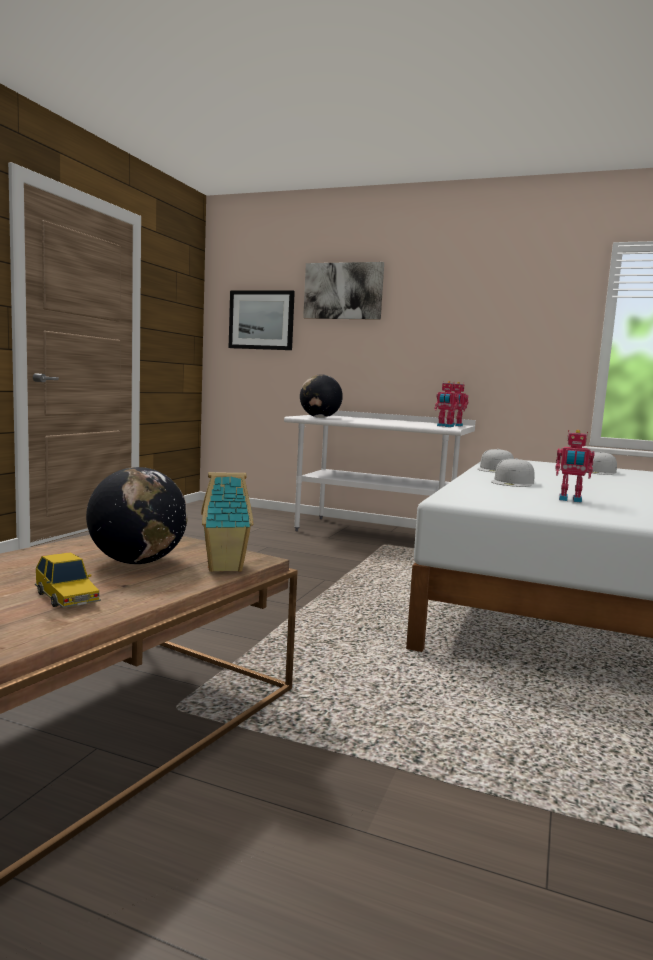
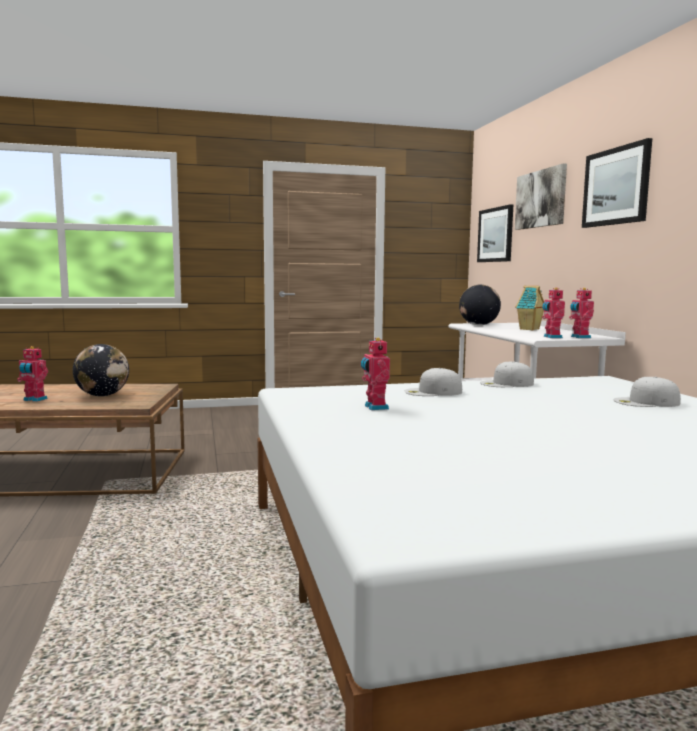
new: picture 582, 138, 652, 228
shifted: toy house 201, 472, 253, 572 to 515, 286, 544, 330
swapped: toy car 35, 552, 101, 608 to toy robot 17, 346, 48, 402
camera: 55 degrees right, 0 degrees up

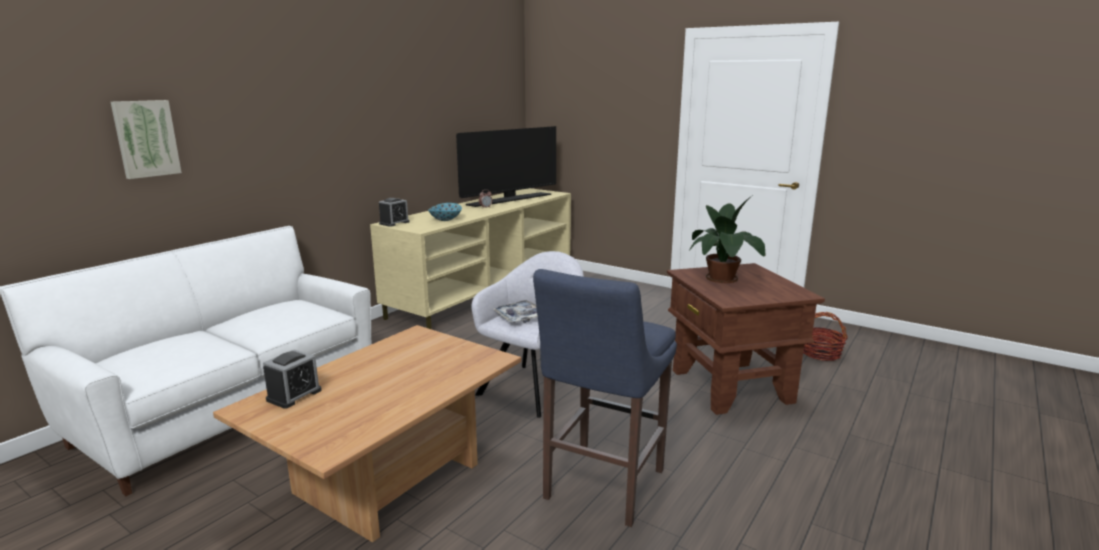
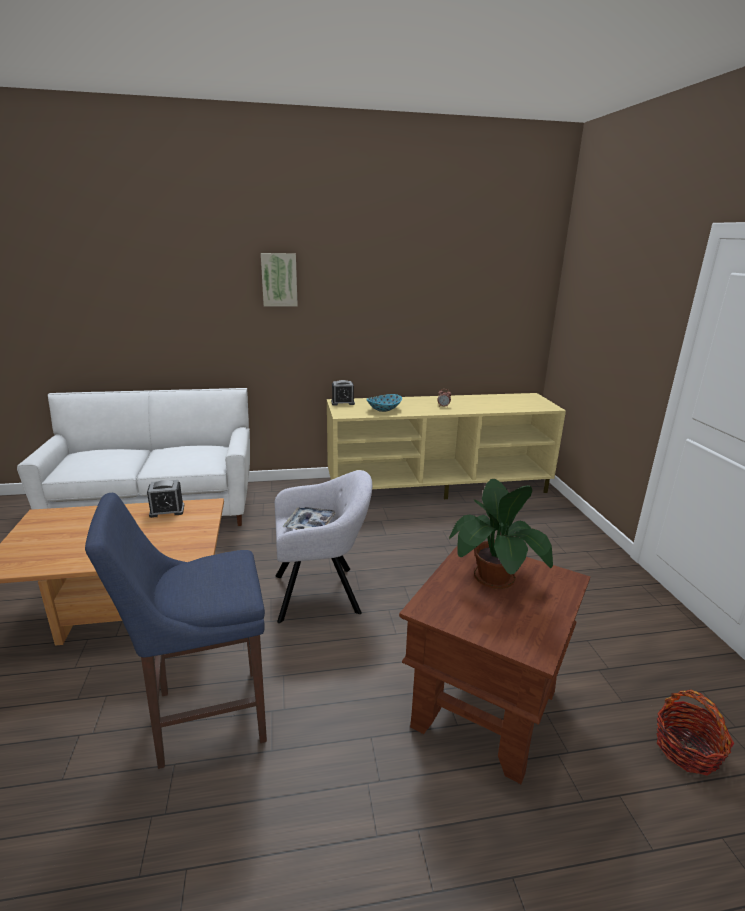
gone: television 456, 126, 556, 207
shifted: picture 111, 100, 182, 179 to 261, 253, 298, 306; alarm clock 263, 349, 322, 409 to 147, 480, 184, 518
camera: 45 degrees right, 5 degrees up

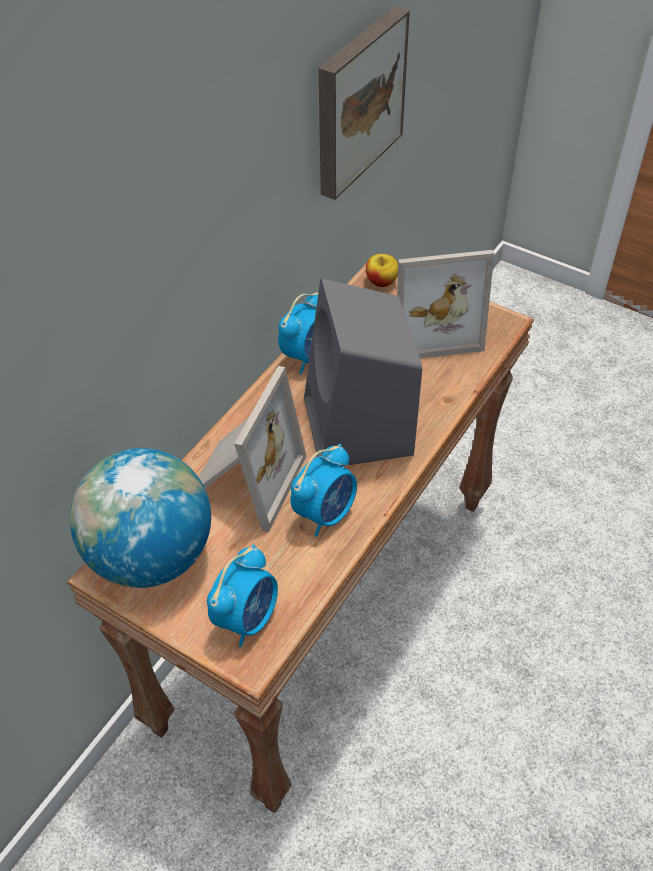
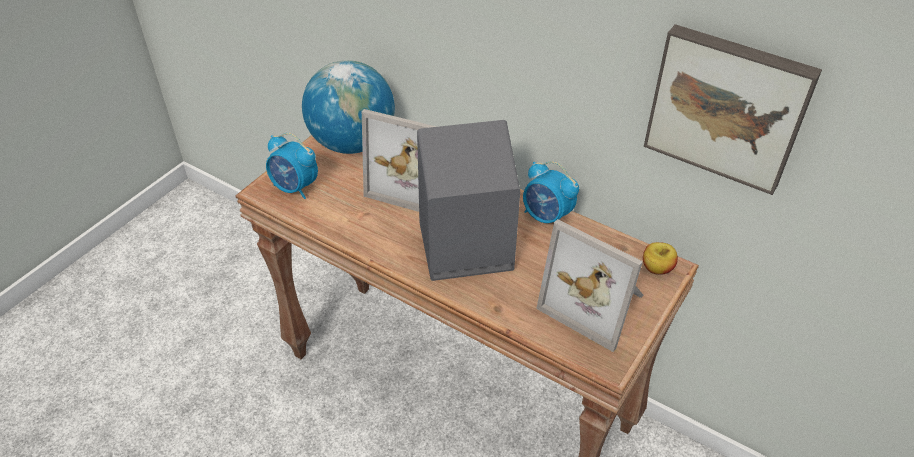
gone: alarm clock 291, 444, 357, 537
rotated: picture frame 397, 250, 494, 358 = 536, 219, 643, 352 45 degrees counterclockwise
camera: 90 degrees right, 5 degrees down

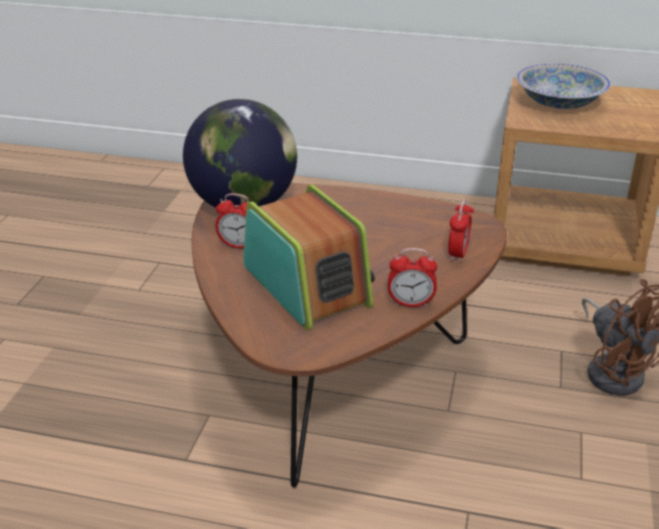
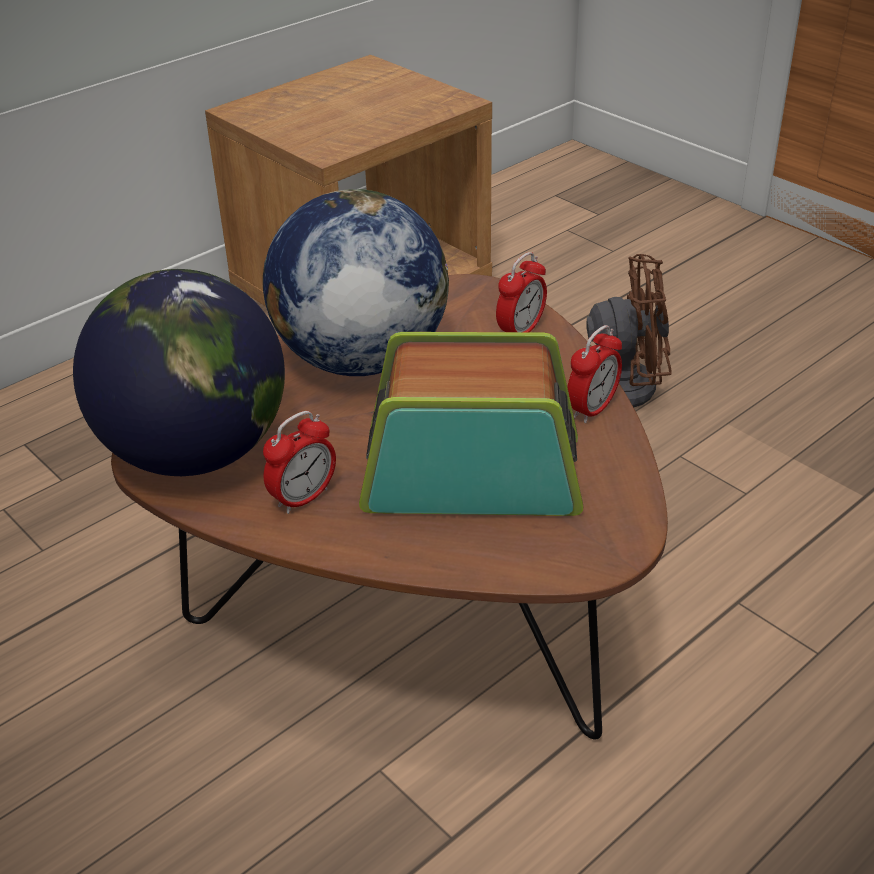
gone: bowl 516, 64, 611, 109
new: globe 263, 189, 449, 376
rotated: alarm clock 448, 199, 474, 263 = 496, 252, 547, 332 75 degrees clockwise
camera: 55 degrees left, 5 degrees up

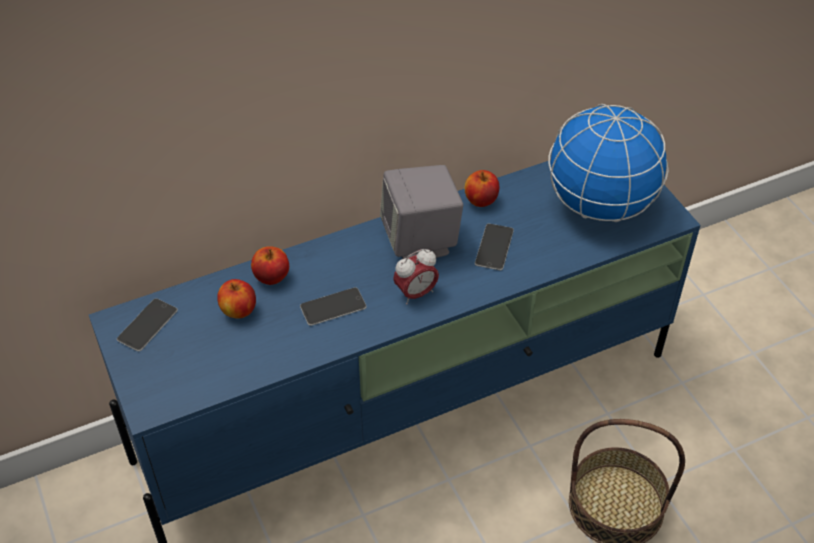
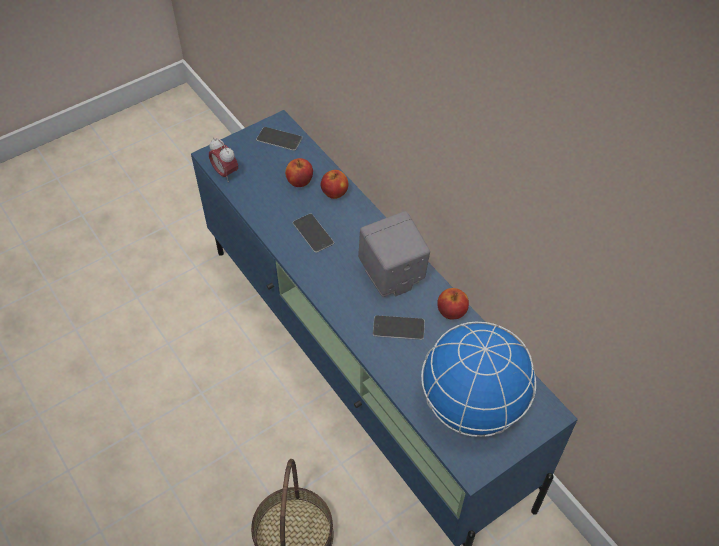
shifted: alarm clock 393, 249, 439, 305 to 209, 138, 238, 182
camera: 80 degrees right, 5 degrees up

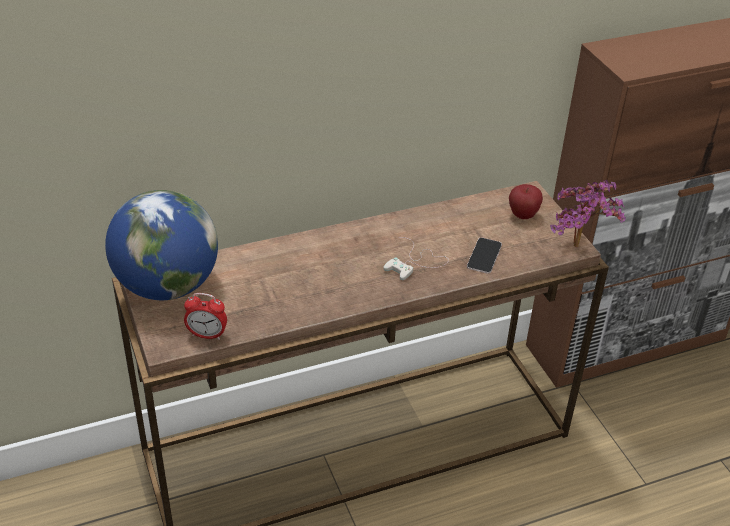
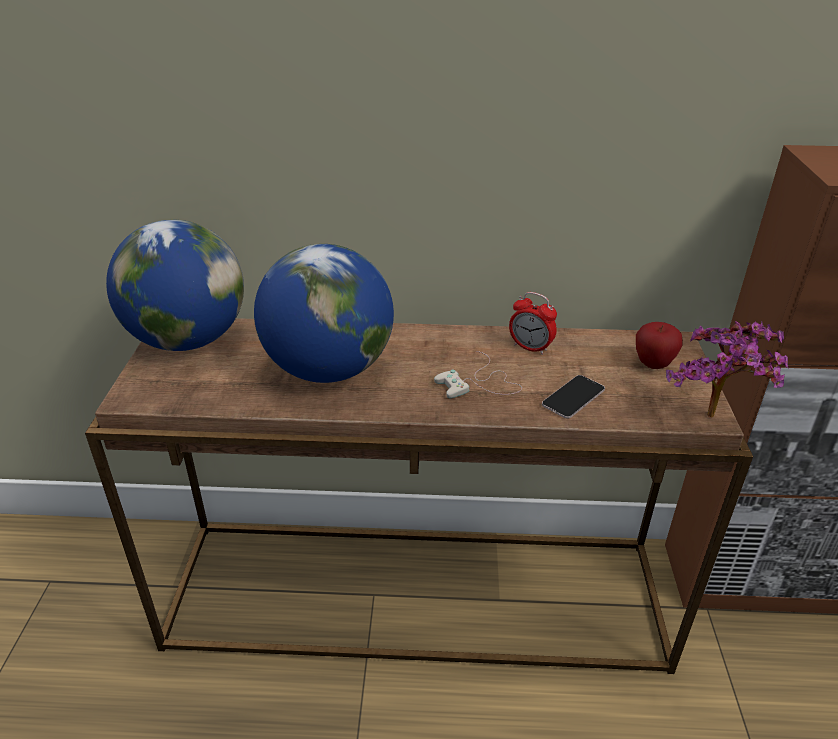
new: globe 254, 244, 394, 383
shifted: alarm clock 184, 293, 227, 340 to 509, 292, 557, 355
camera: 25 degrees right, 5 degrees down

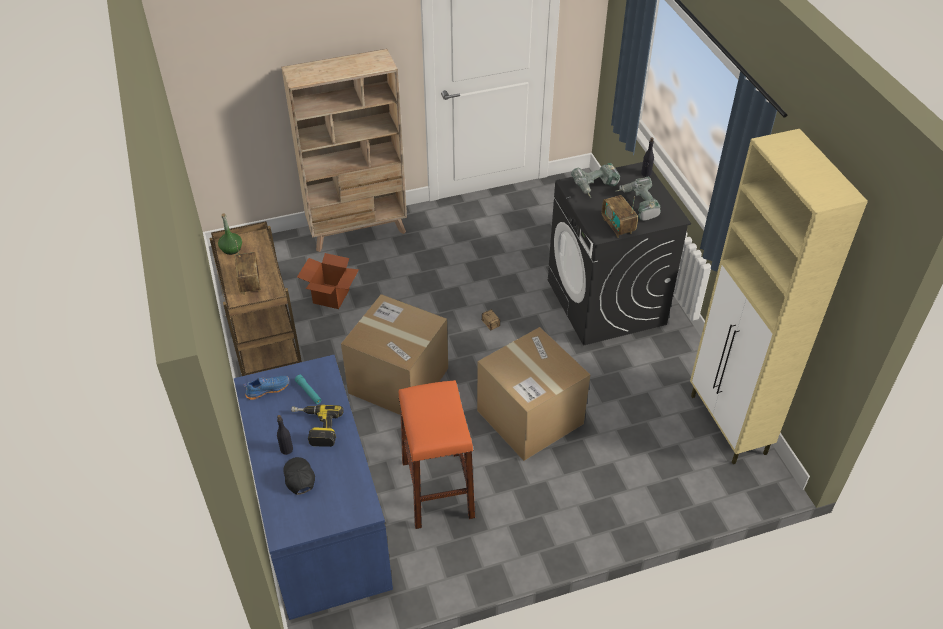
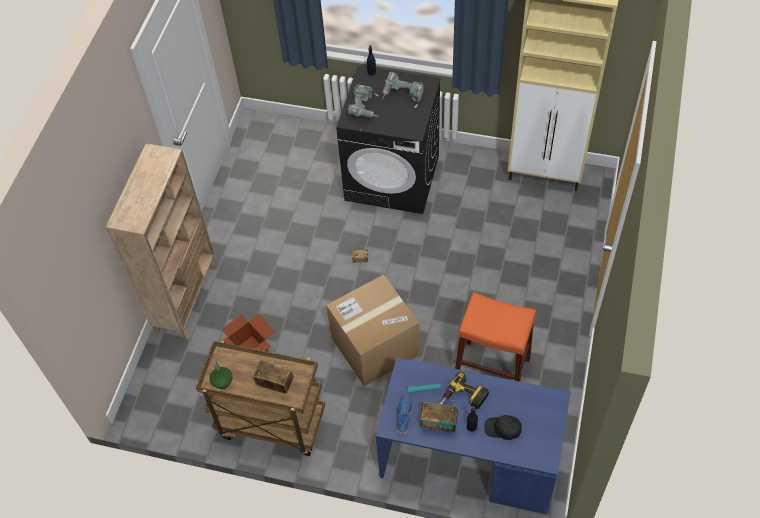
gone: cardboard box 477, 327, 590, 461
shifted: radio 602, 195, 638, 238 to 420, 400, 458, 433
camera: 55 degrees left, 10 degrees up

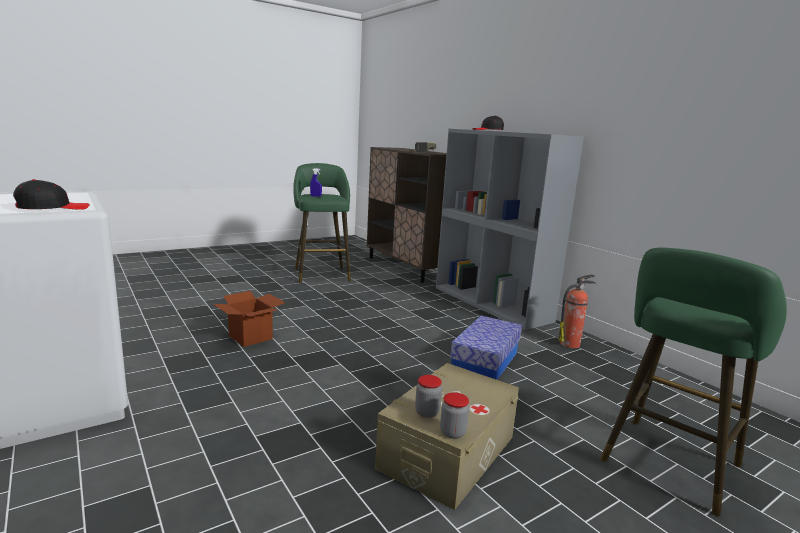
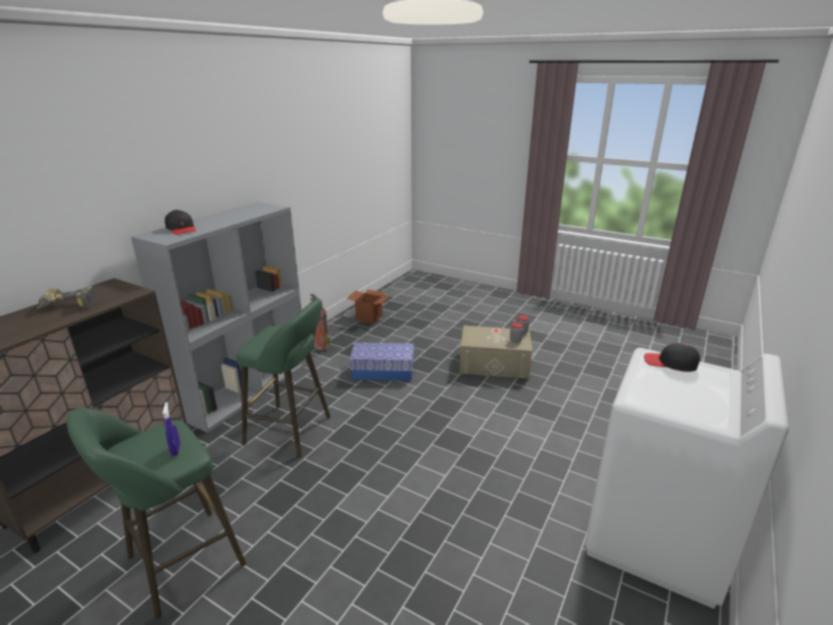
shifted: green stool 600, 248, 787, 516 to 236, 298, 330, 458; cardboard box 213, 291, 286, 347 to 346, 290, 390, 324
camera: 115 degrees left, 10 degrees up

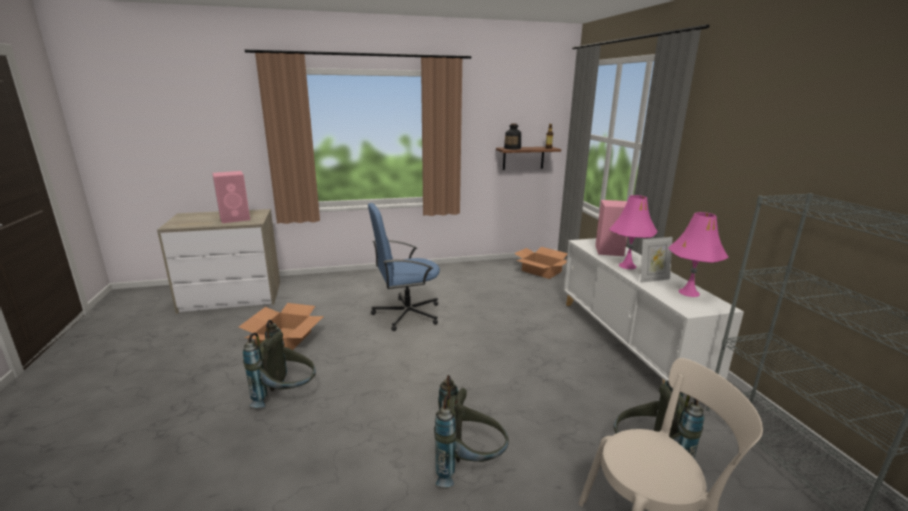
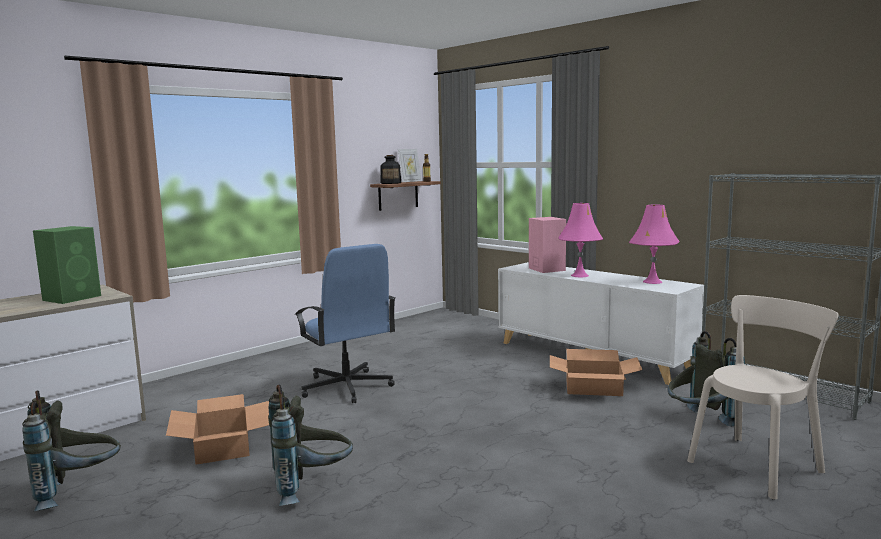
shifted: picture frame 641, 237, 673, 283 to 398, 149, 421, 182; cardboard box 514, 247, 567, 279 to 550, 349, 642, 396; grey backpack 434, 375, 509, 487 to 22, 390, 121, 511
repainted: pink speaker 212, 171, 250, 223 to green speaker 33, 226, 101, 304
rotated: blue office chair 368, 203, 440, 331 = 295, 244, 395, 403 75 degrees counterclockwise
camera: 30 degrees left, 10 degrees down

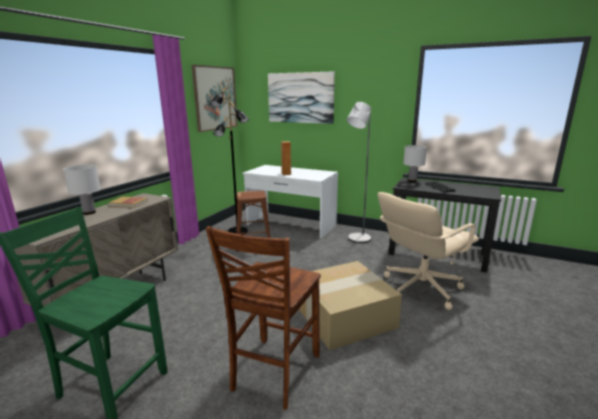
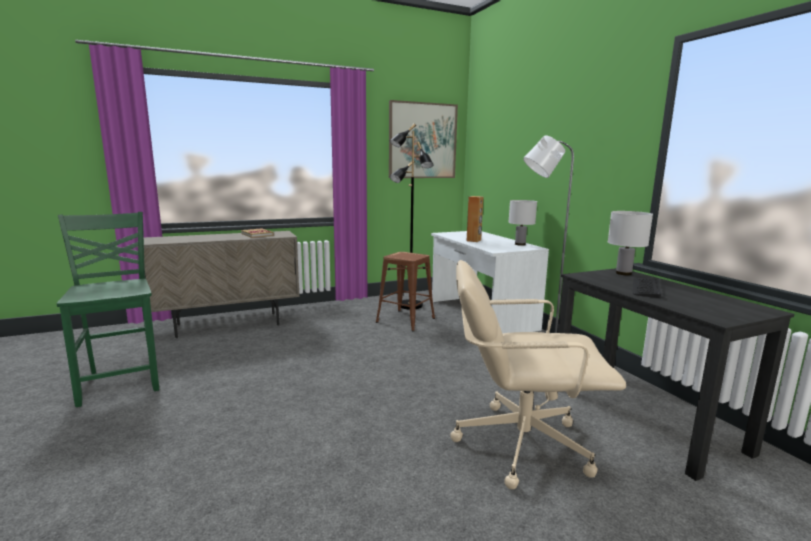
gone: picture 268, 71, 335, 124; brown chair 205, 226, 321, 410; cardboard box 299, 261, 402, 350
shifted: white table lamp 63, 165, 101, 215 to 508, 200, 537, 246
camera: 40 degrees right, 5 degrees down

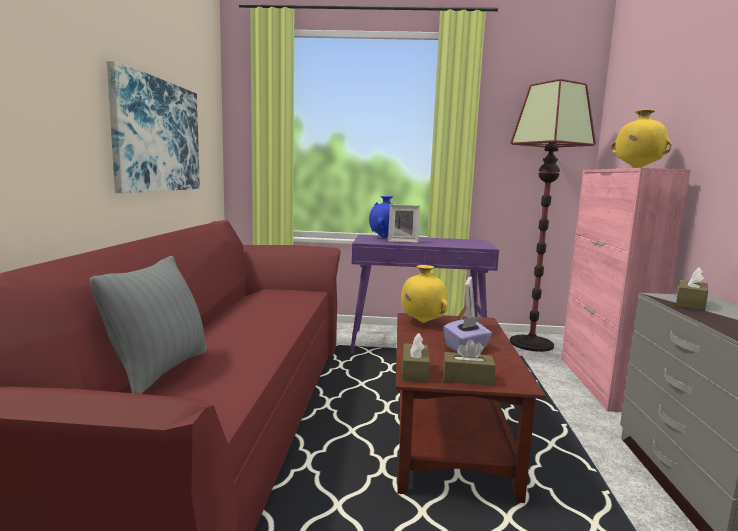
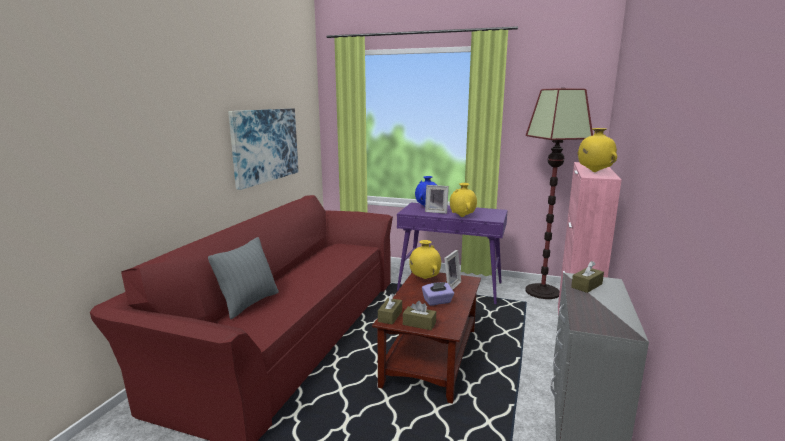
new: yellow vase 450, 183, 477, 217
camera: 15 degrees right, 5 degrees up

